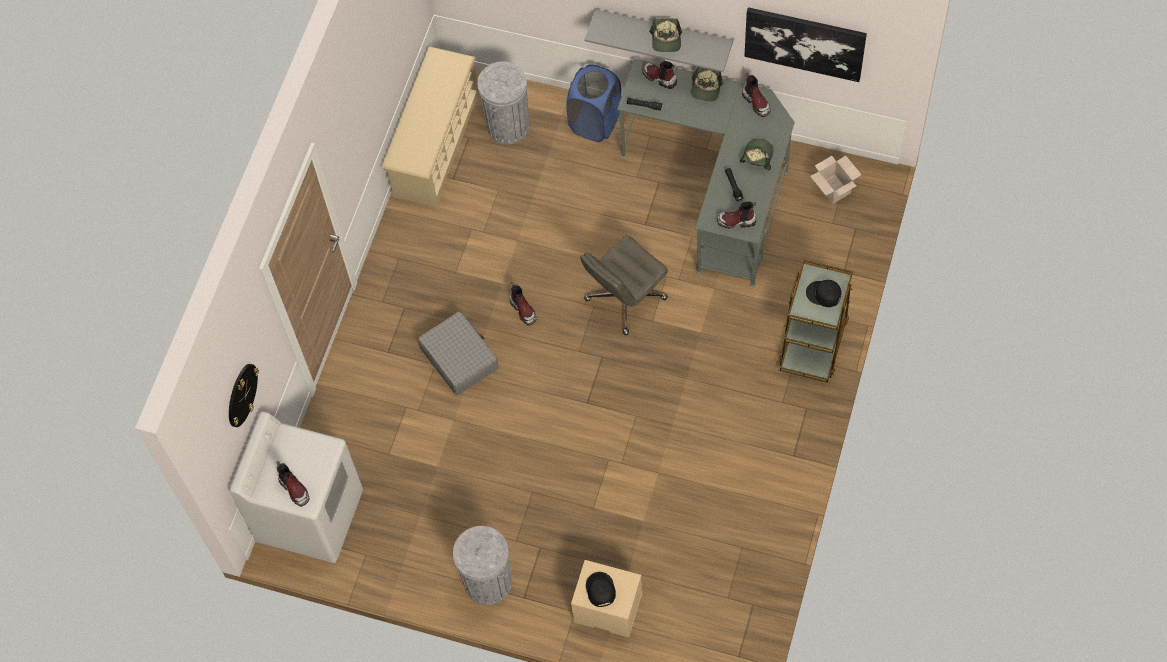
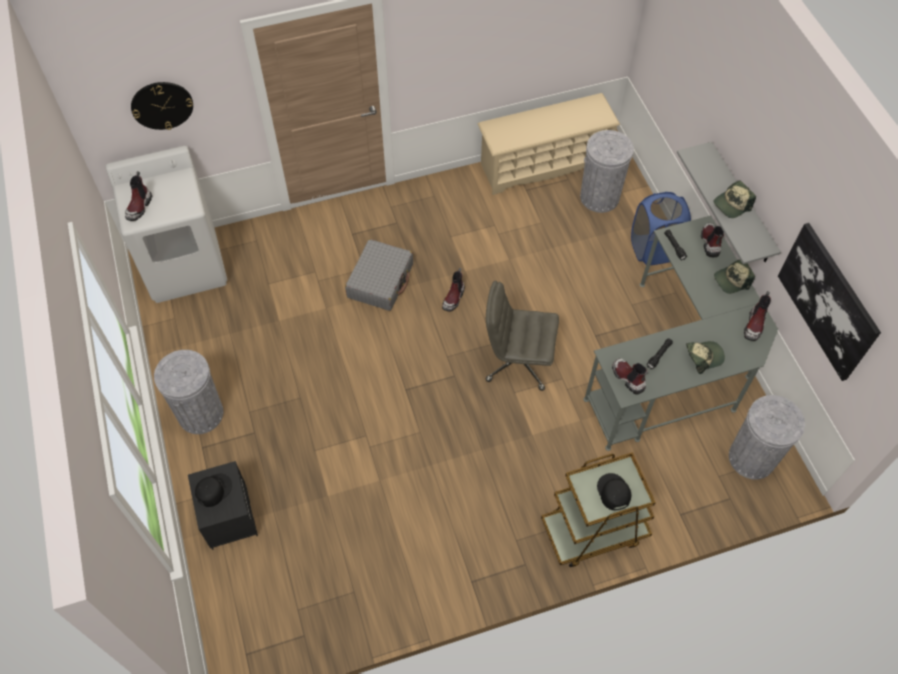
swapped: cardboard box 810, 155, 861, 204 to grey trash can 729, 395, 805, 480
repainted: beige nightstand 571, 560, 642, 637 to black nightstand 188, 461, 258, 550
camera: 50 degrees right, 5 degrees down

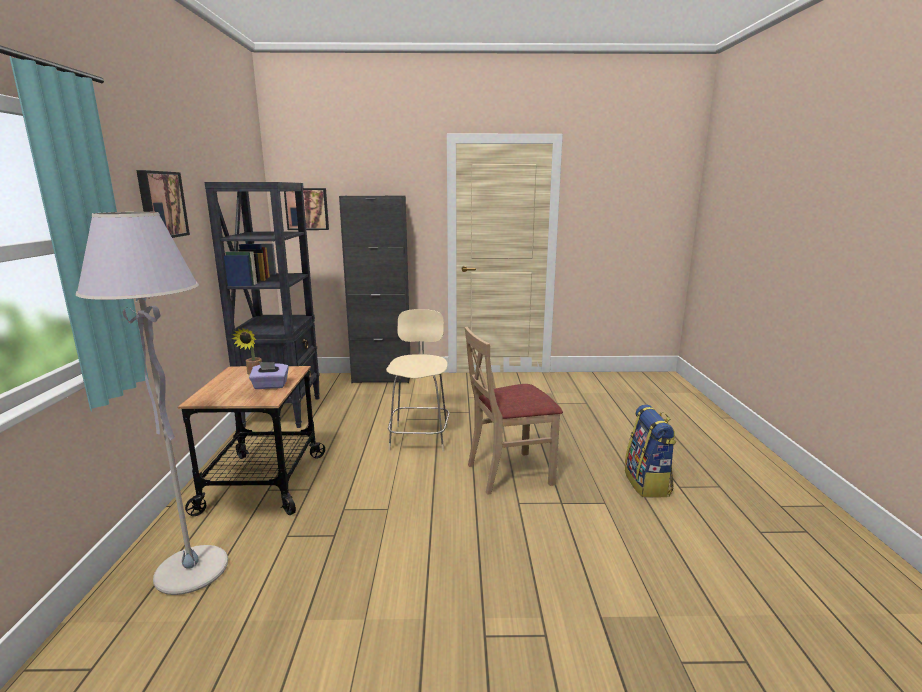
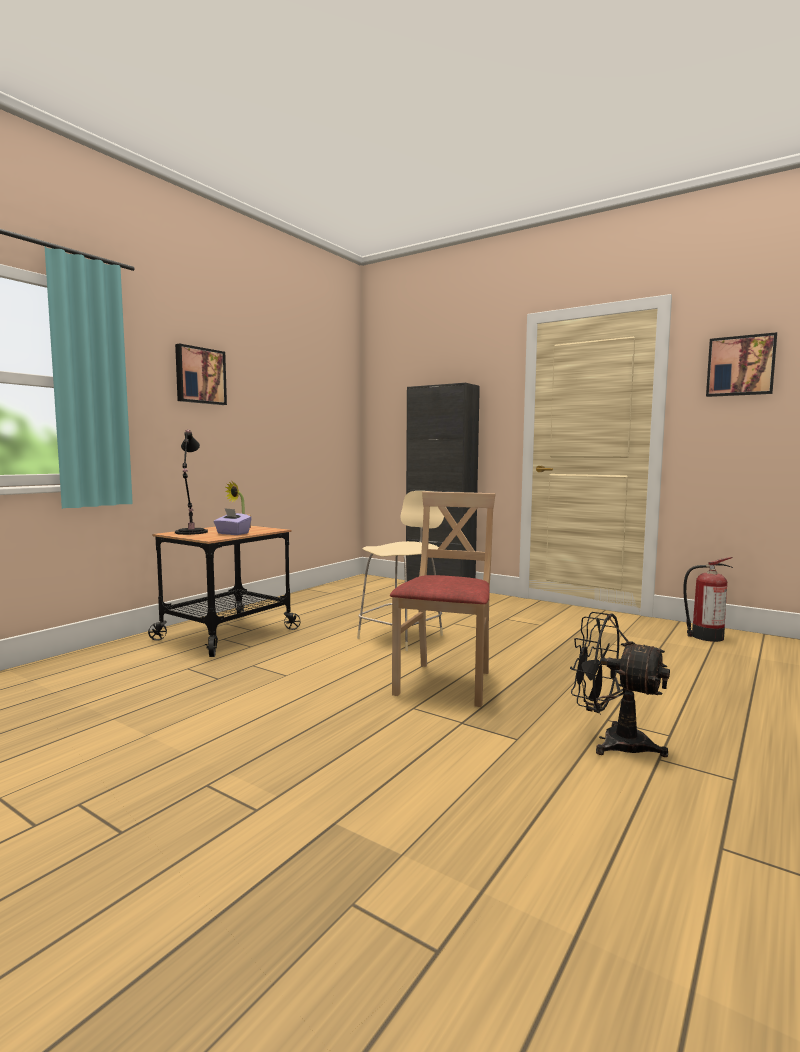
gone: black bookcase 204, 182, 320, 428; grey floor lamp 76, 212, 228, 595
new: black table lamp 175, 429, 208, 535; fire extinguisher 683, 557, 733, 642
shifted: picture 284, 188, 329, 230 to 706, 332, 777, 397
swapped: backpack 625, 405, 676, 498 to black fan 570, 612, 670, 757
rotated: beige chair 465, 327, 563, 495 = 390, 492, 495, 707 90 degrees clockwise
camera: 35 degrees right, 10 degrees down

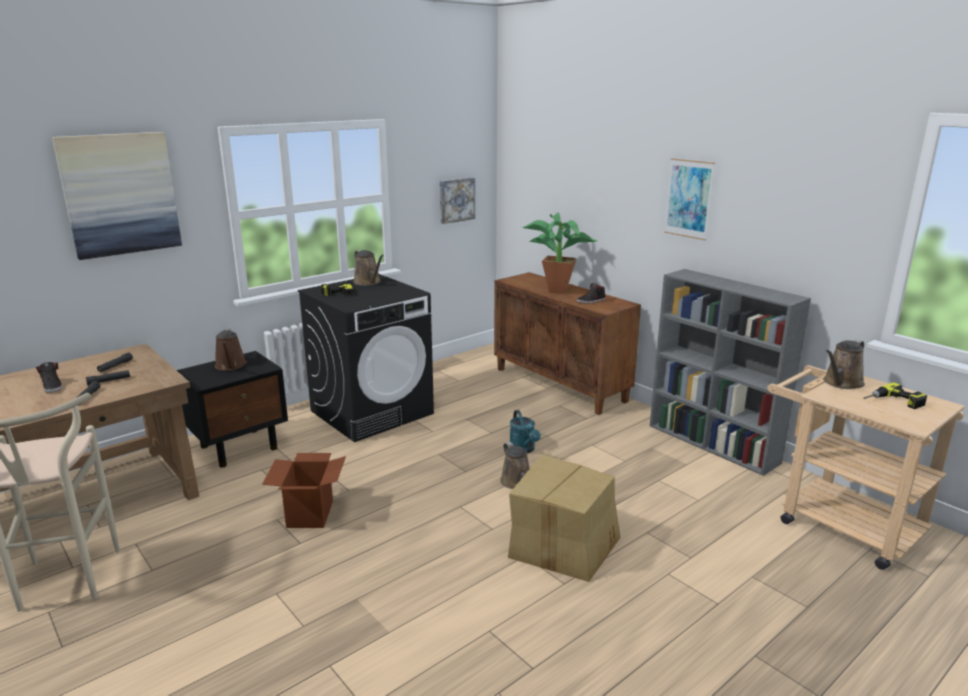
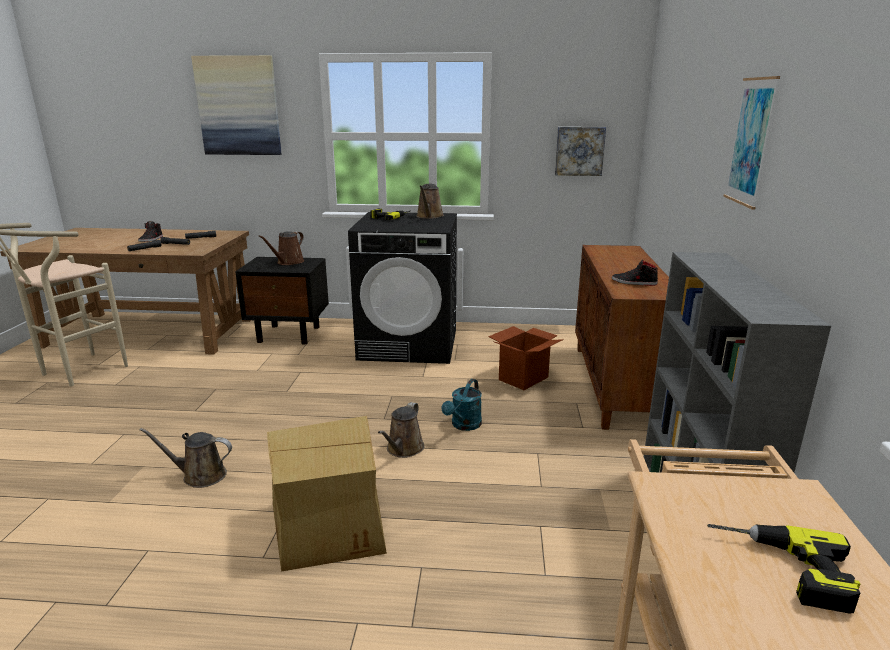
gone: potted plant 522, 212, 597, 294
shifted: brown watering can 823, 340, 865, 389 to 140, 428, 232, 488; cardboard box 262, 453, 346, 528 to 488, 326, 564, 390
camera: 45 degrees right, 0 degrees up

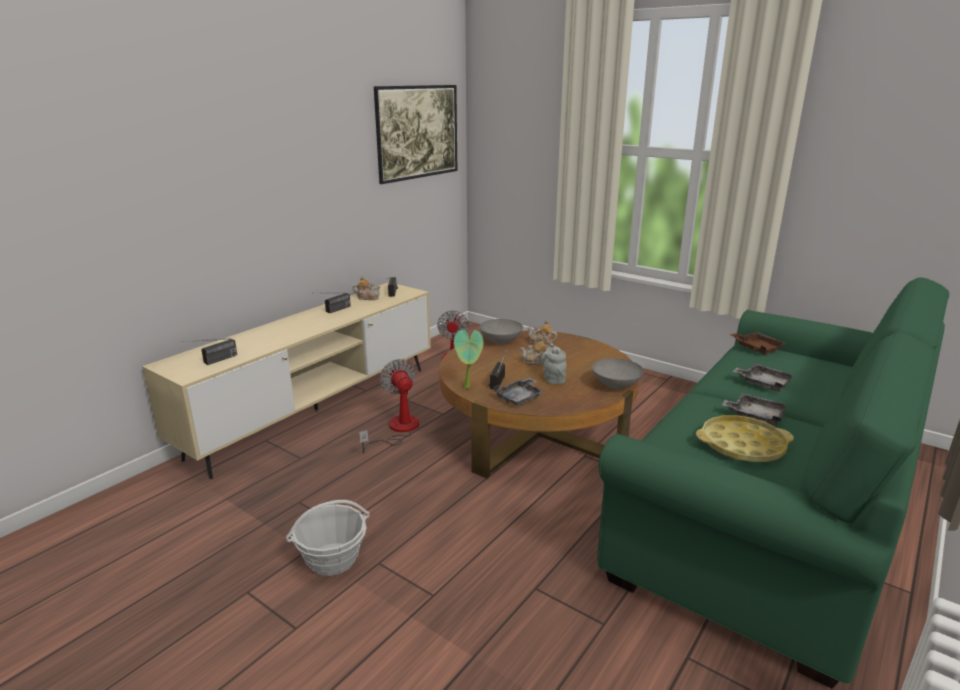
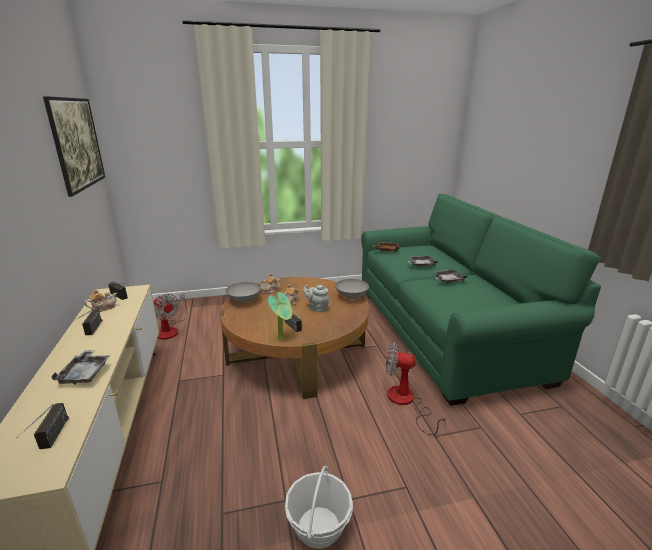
gone: yellow tray 696, 415, 794, 462
shifted: fan 359, 359, 419, 454 to 386, 342, 446, 435; grey tray 494, 378, 544, 406 to 51, 350, 109, 385
camera: 50 degrees left, 0 degrees up

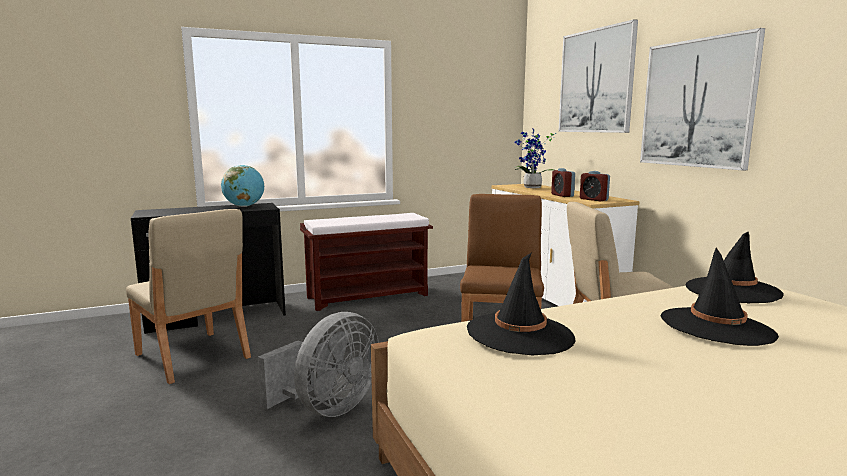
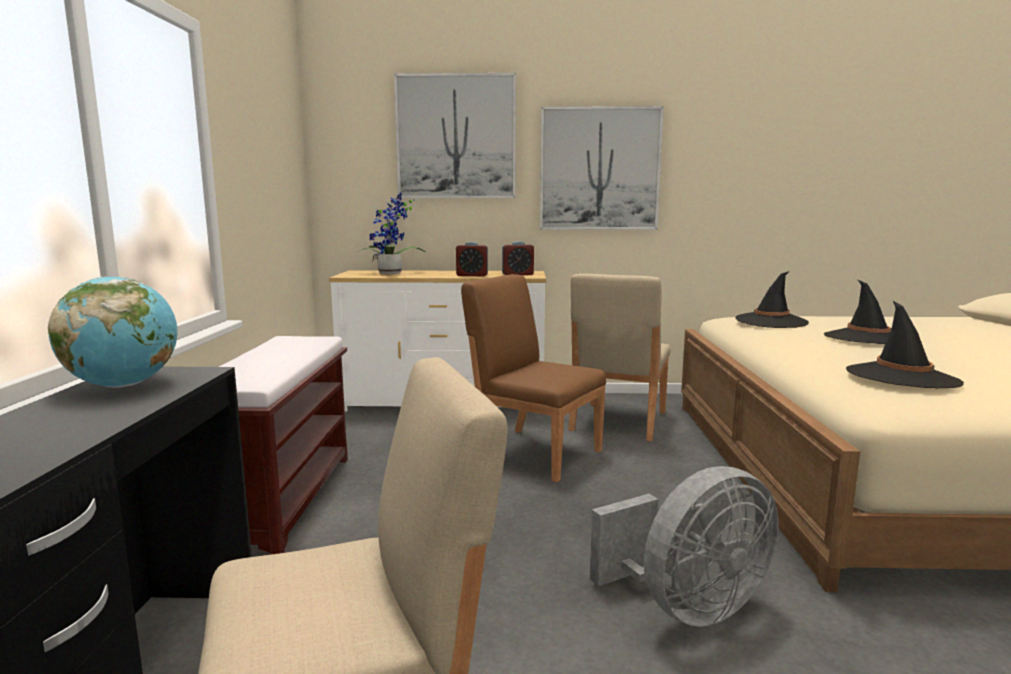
rotated: grey fan 258, 312, 379, 417 = 590, 466, 779, 627 90 degrees clockwise
camera: 65 degrees left, 0 degrees up

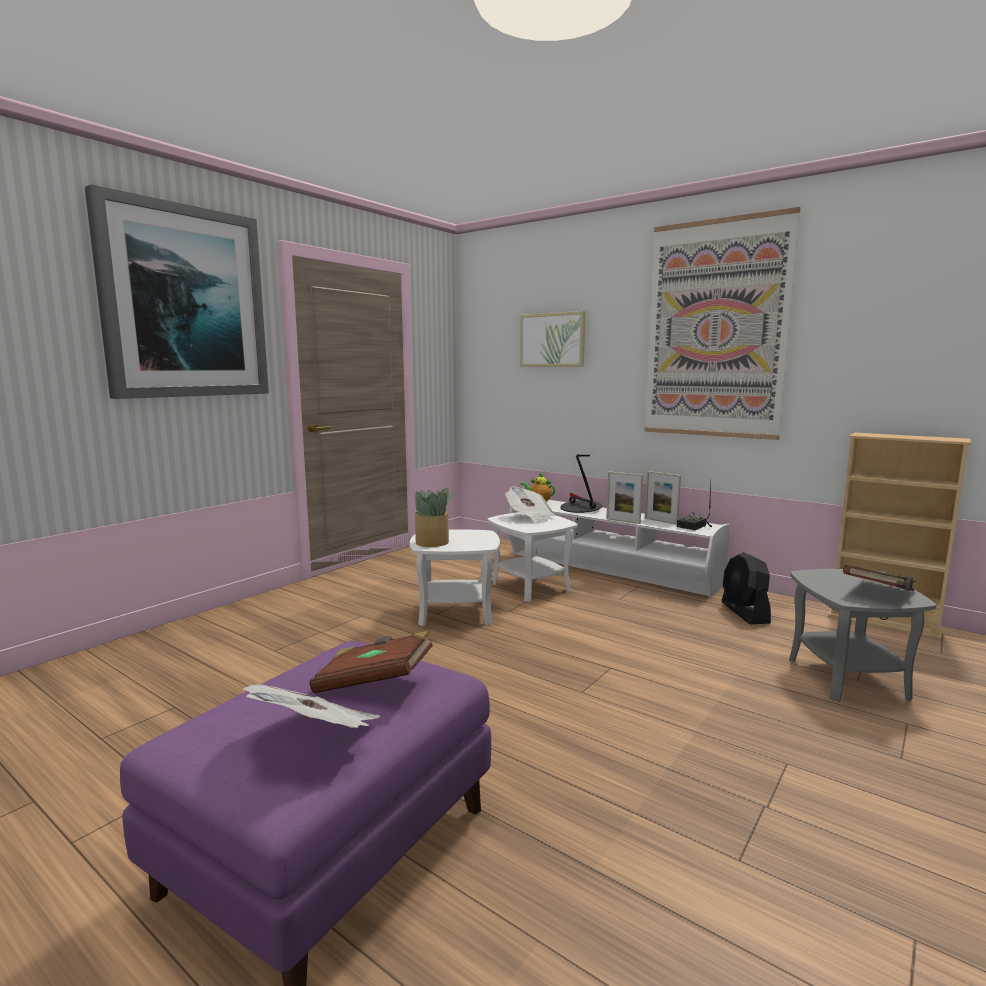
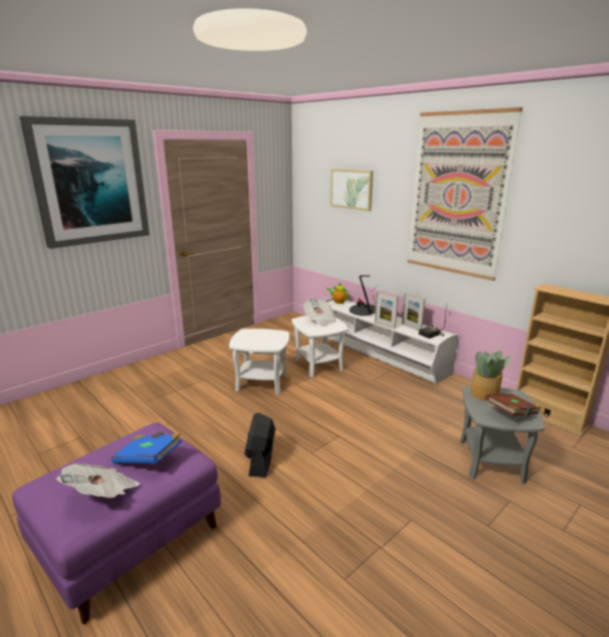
shifted: potted plant 414, 488, 454, 547 to 470, 351, 511, 401; black fan 722, 552, 771, 624 to 245, 413, 276, 477
repainted: brown book 310, 631, 433, 693 to blue book 111, 432, 182, 464
camera: 10 degrees right, 10 degrees up

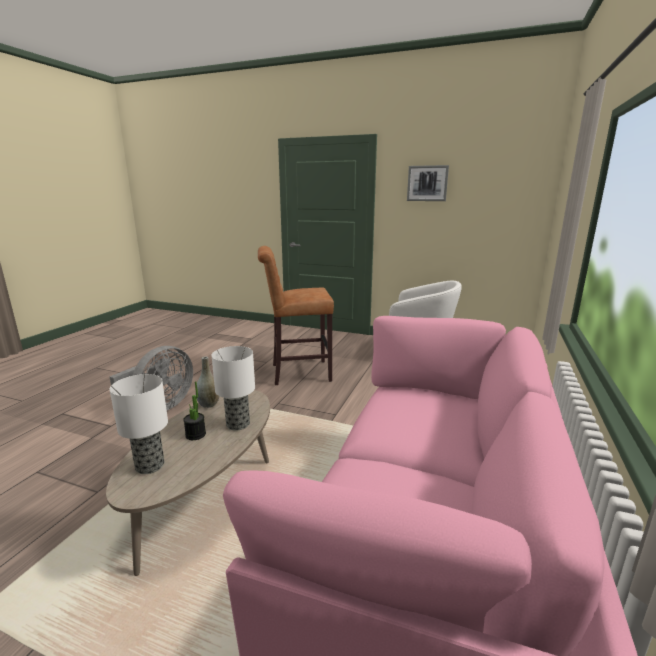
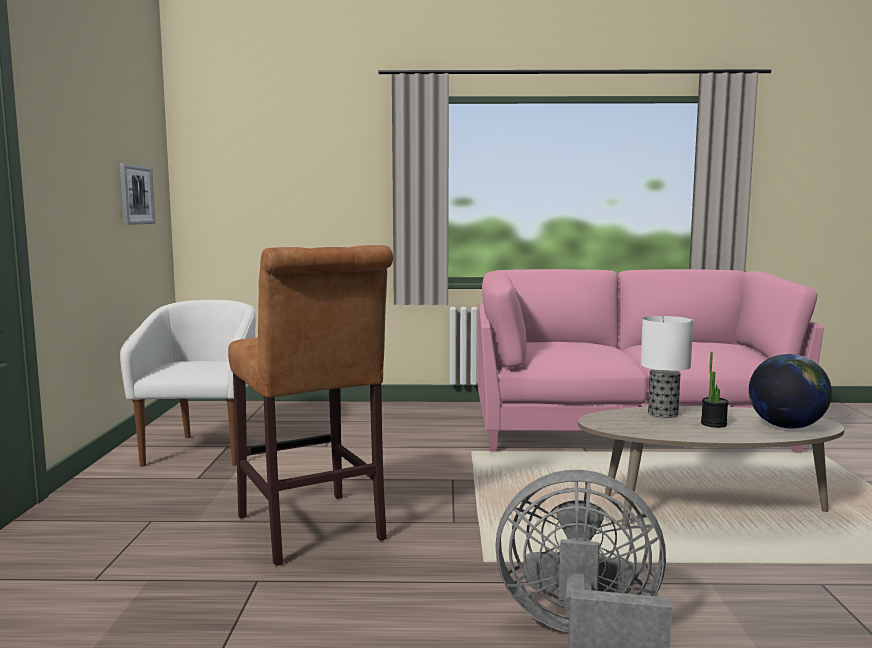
gone: grey vase 197, 357, 219, 408
shifted: picture 407, 165, 449, 201 to 120, 164, 155, 225
swapped: table lamp 110, 374, 168, 474 to globe 749, 354, 832, 429
camera: 110 degrees left, 10 degrees down

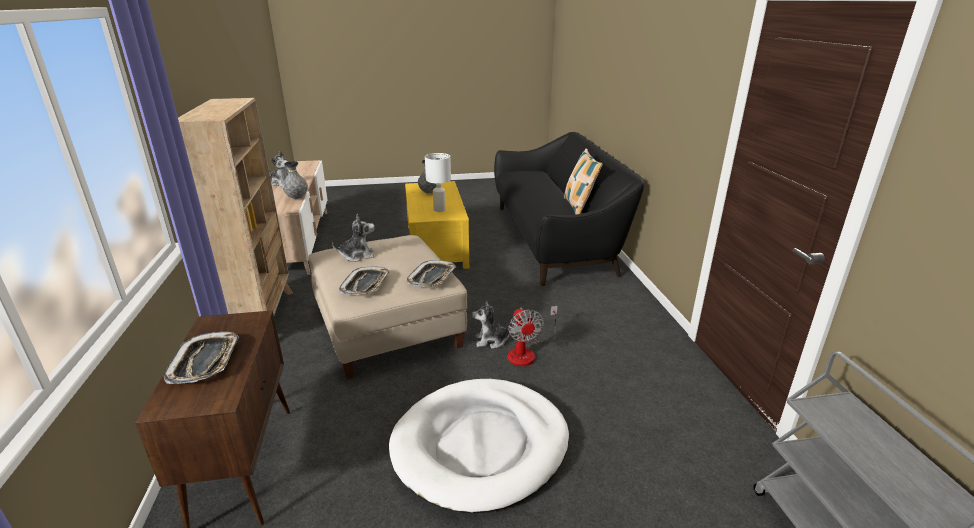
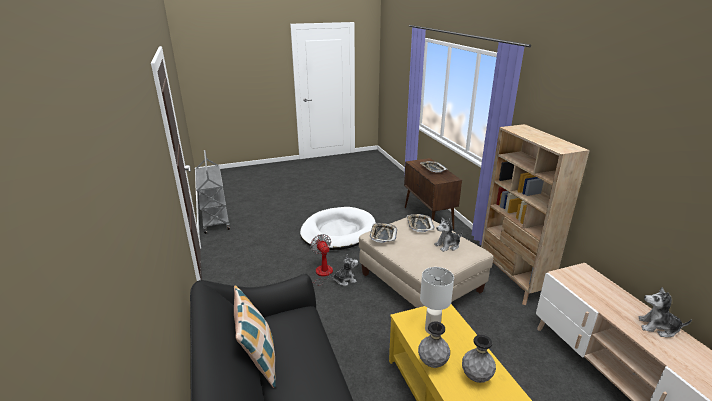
shifted: grey vase 282, 161, 308, 199 to 418, 321, 450, 368
camera: 170 degrees right, 0 degrees up

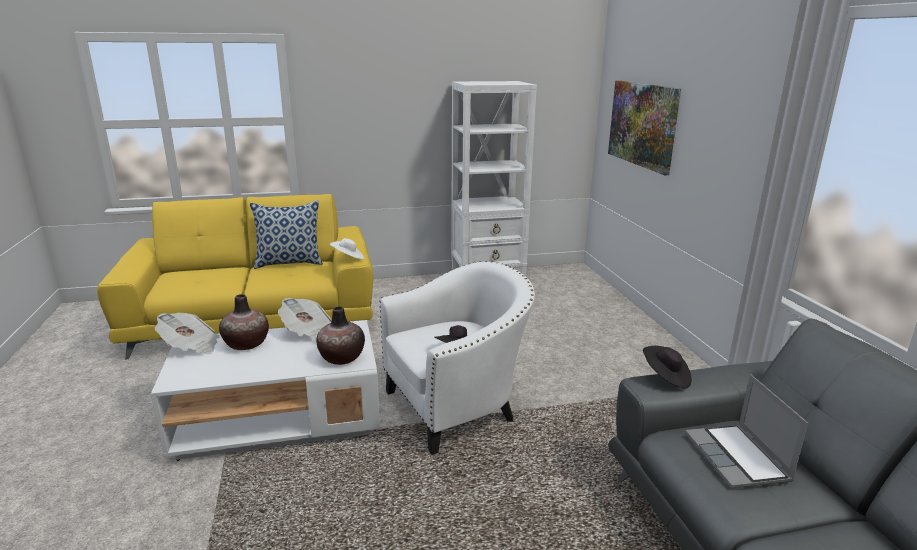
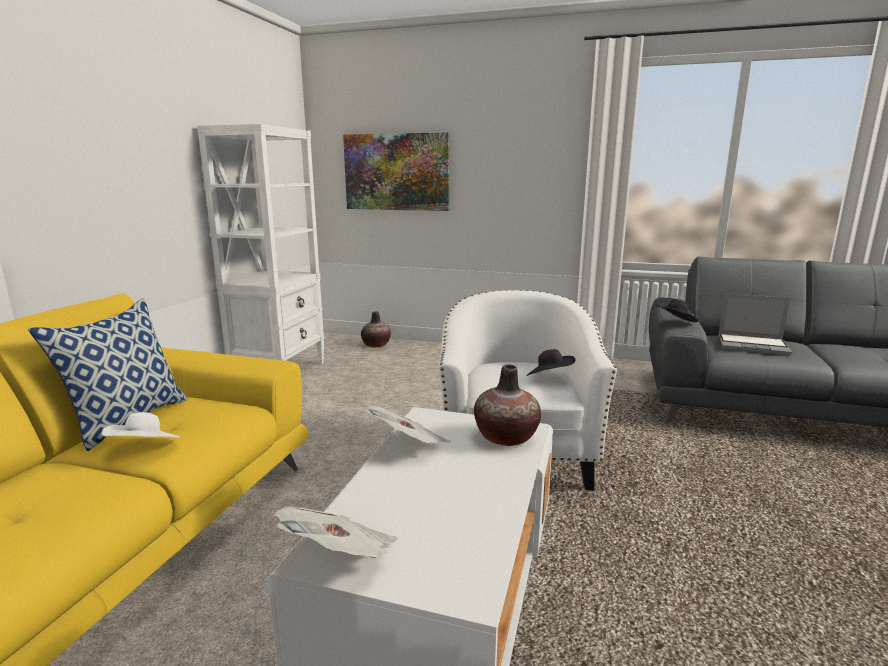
shifted: white hat 330, 238, 364, 259 to 102, 412, 180, 438; vase 219, 294, 269, 350 to 361, 311, 391, 348
camera: 60 degrees left, 5 degrees down

